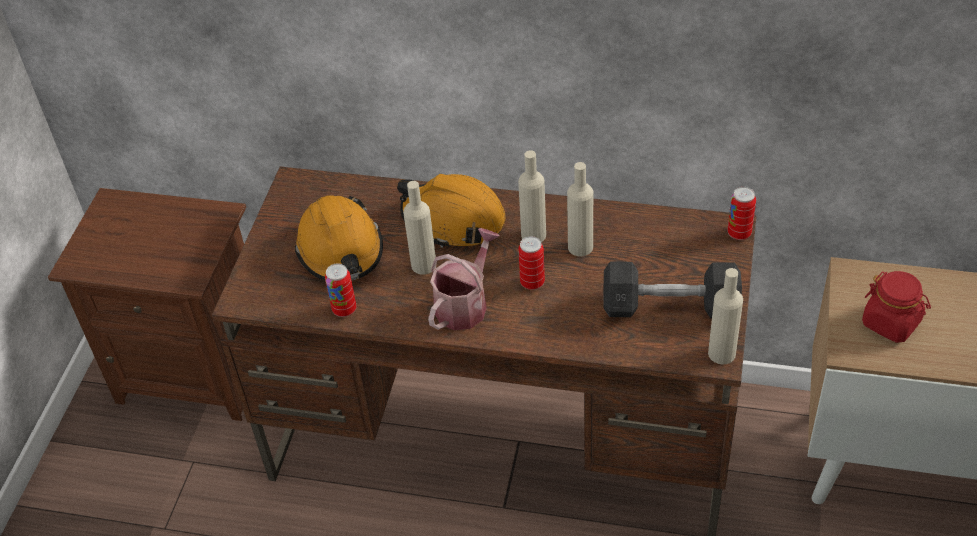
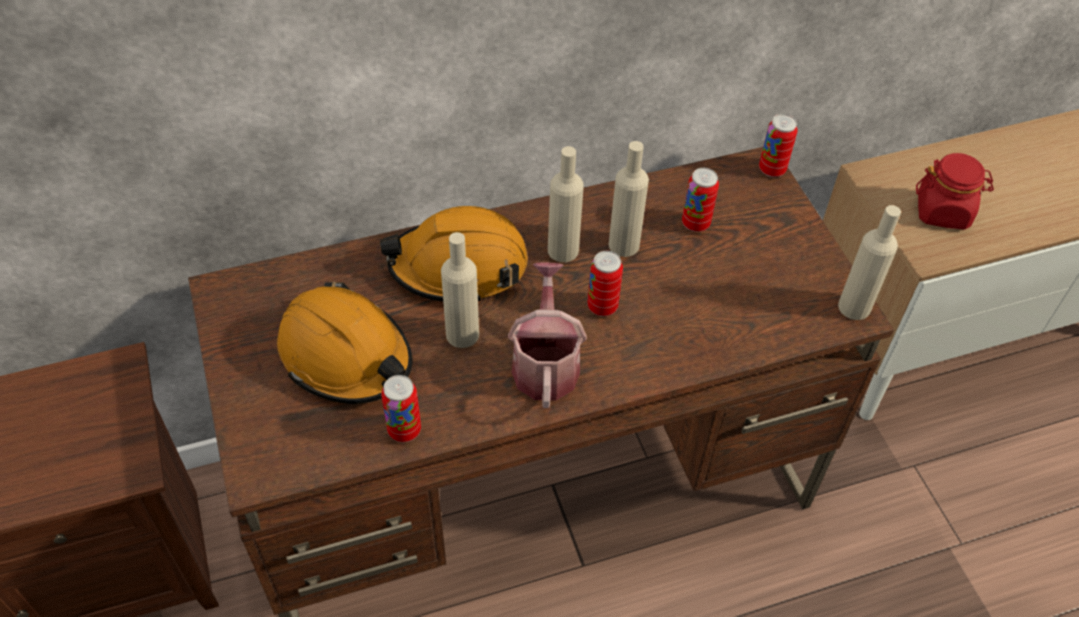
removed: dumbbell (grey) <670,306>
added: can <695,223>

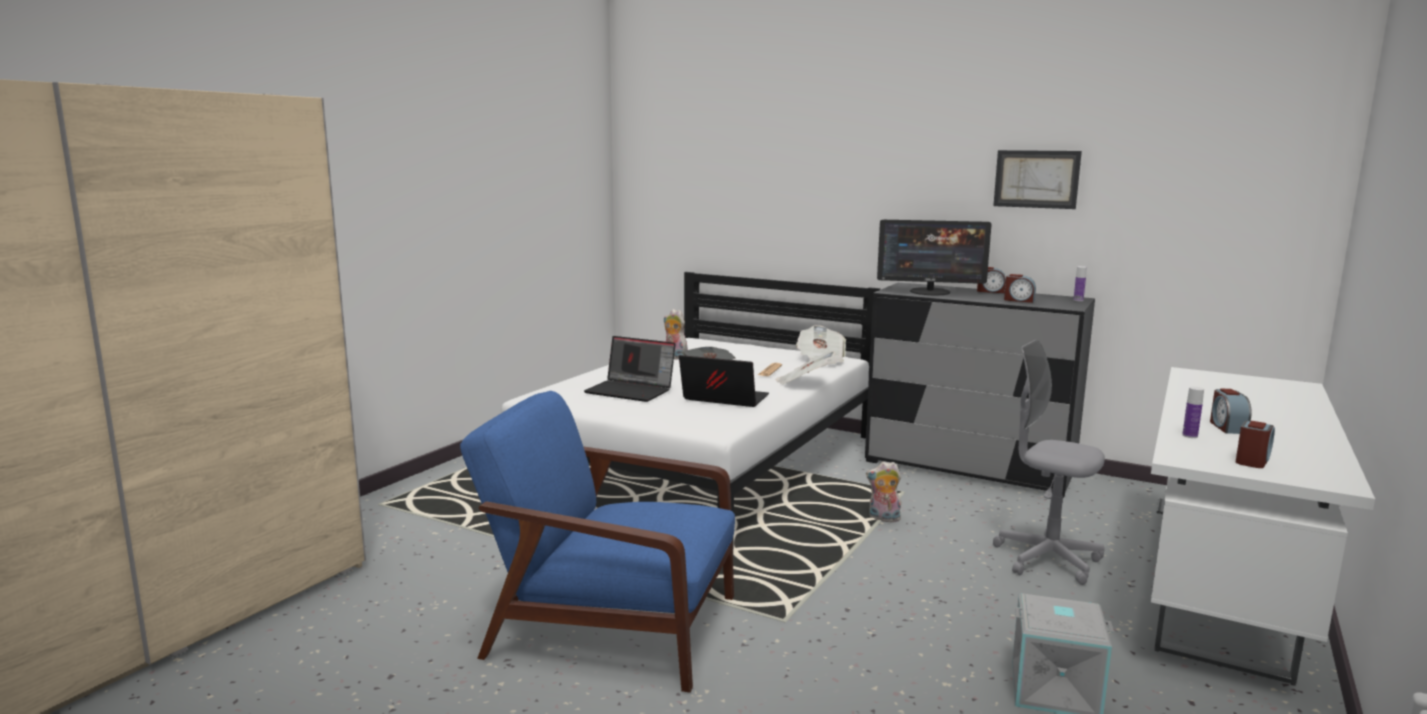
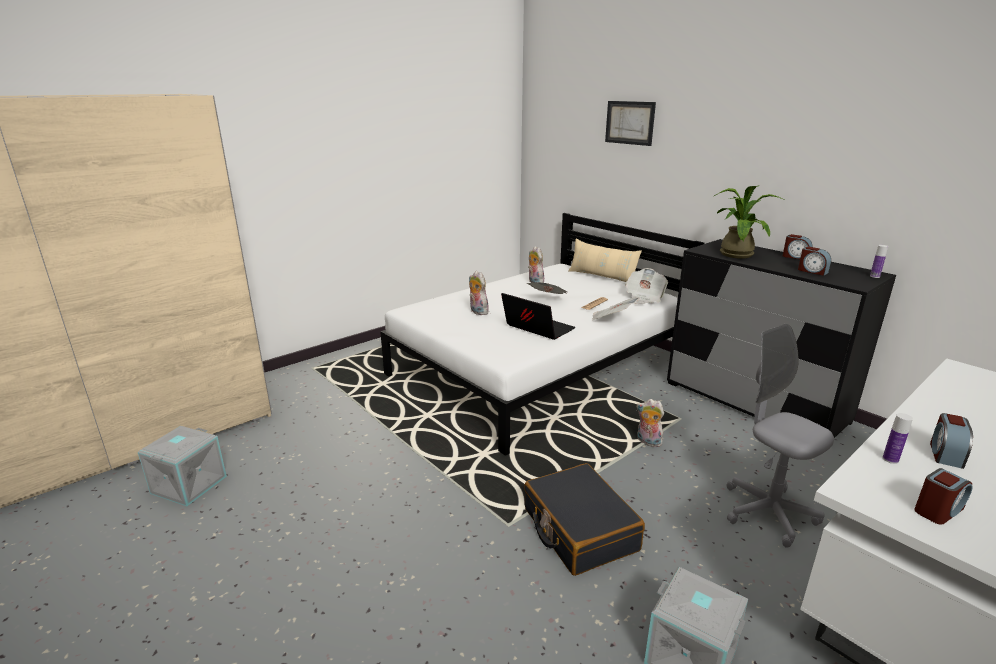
removed: easy chair (blue-coloured) <610,626>
added: storage box (grey) <188,484>; travel case (blackish) <579,529>; throw pillow (beige-coloured) <602,277>
moved: wall art <1036,179> to <629,122>
replaced: portable computer <631,391> to cuddly toy <477,312>; computer display <930,292> to plant in a pot <736,253>

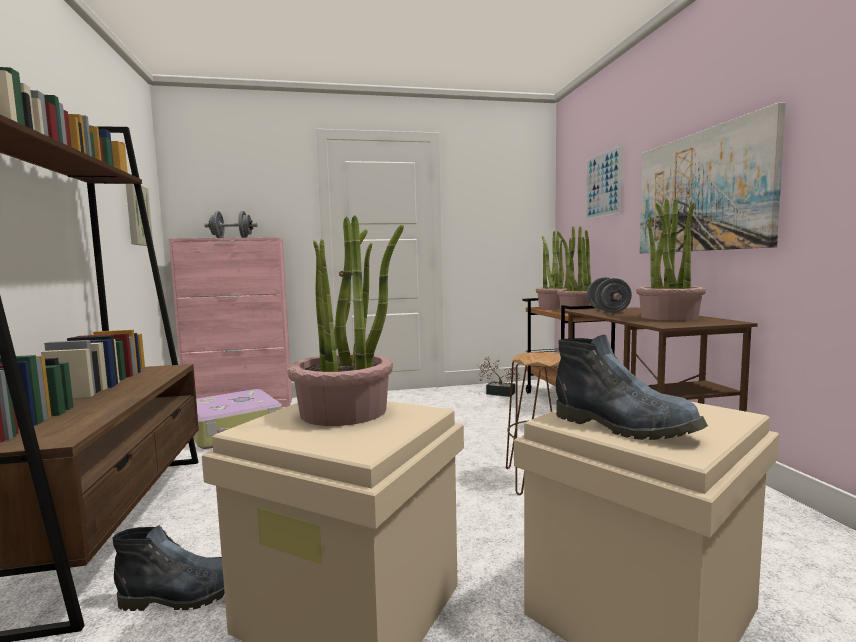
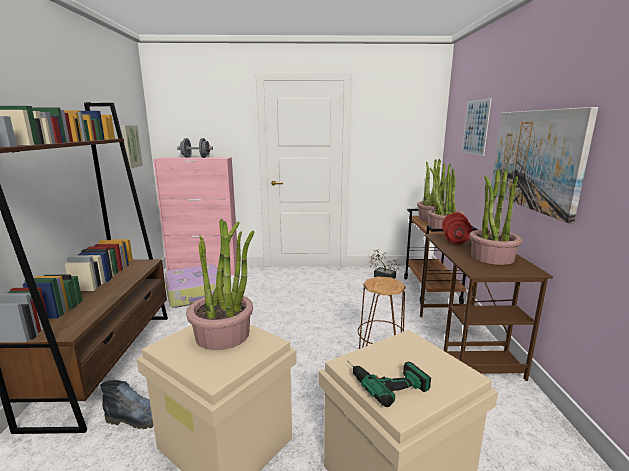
replaced: boot <626,427> to power drill <384,379>
recoloured: dumbbell (grey) <608,311> to dumbbell (reddish) <455,240>

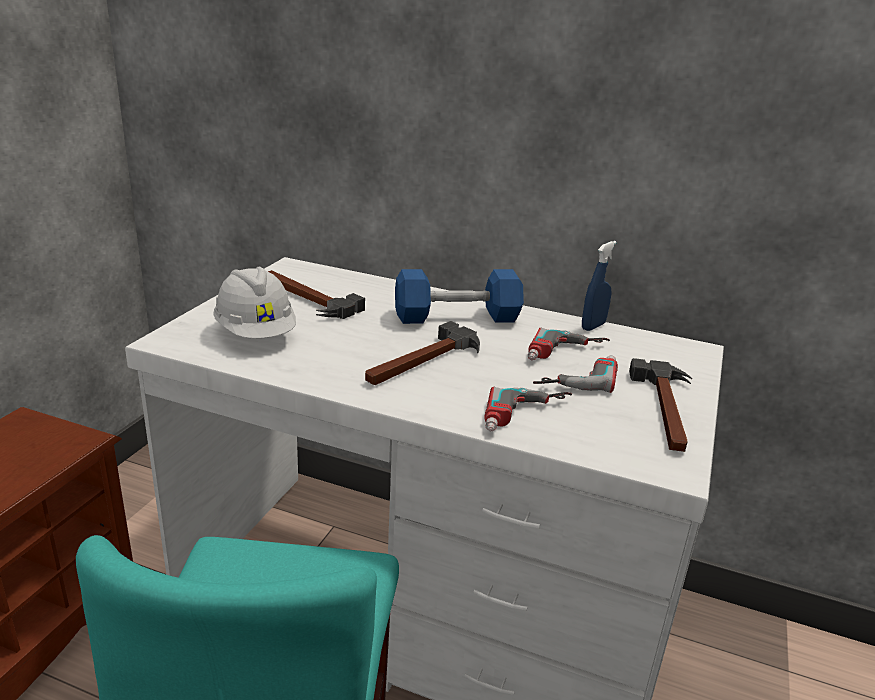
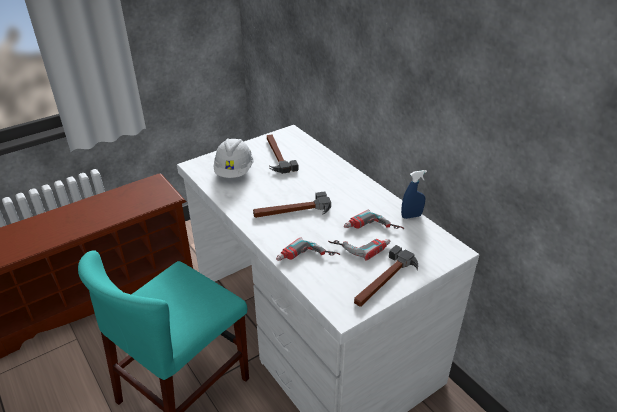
removed: dumbbell (blue-coloured) <457,317>

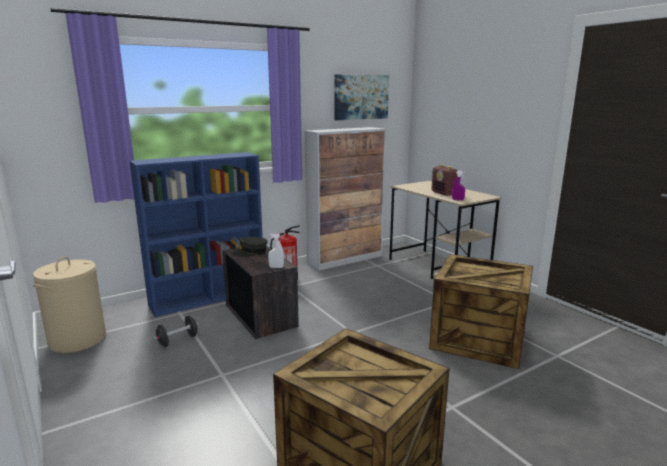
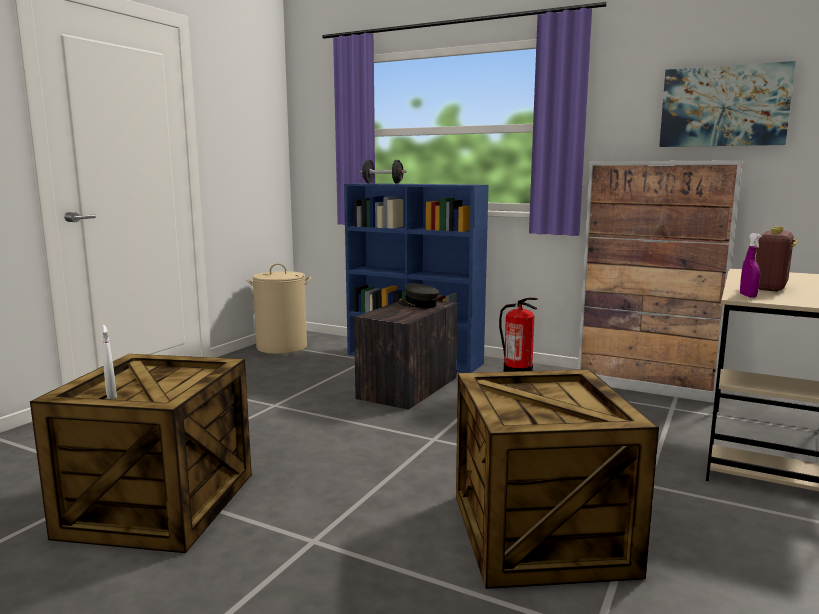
moved: dumbbell (blackish) <178,340> to <383,183>; hand sprayer (white) <276,267> to <111,396>

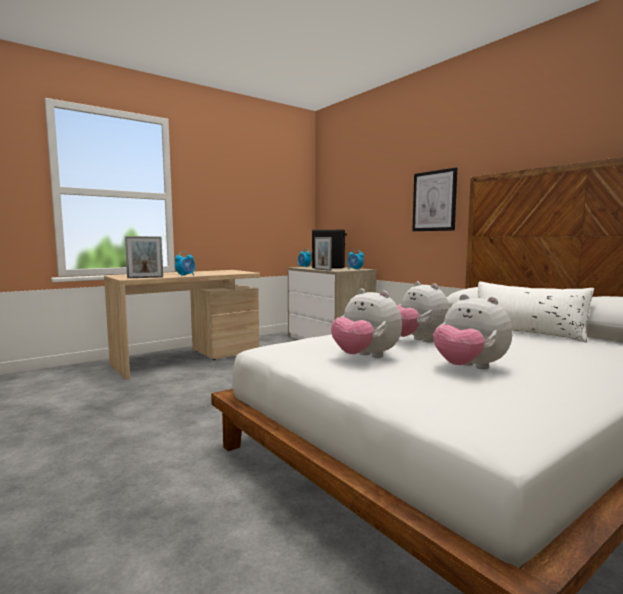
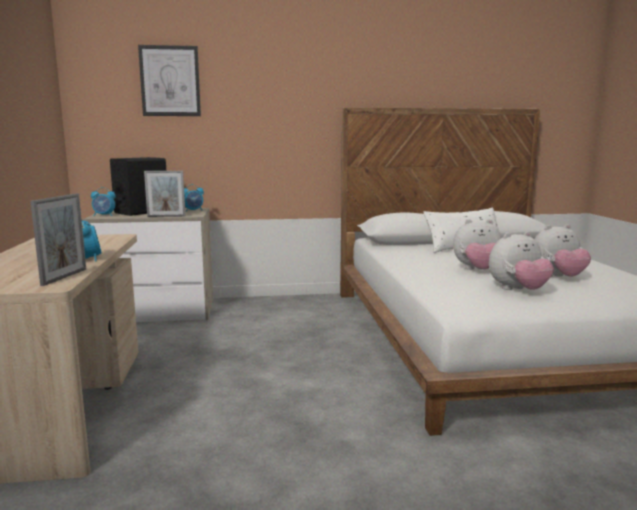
moved: wall art <434,201> to <170,81>

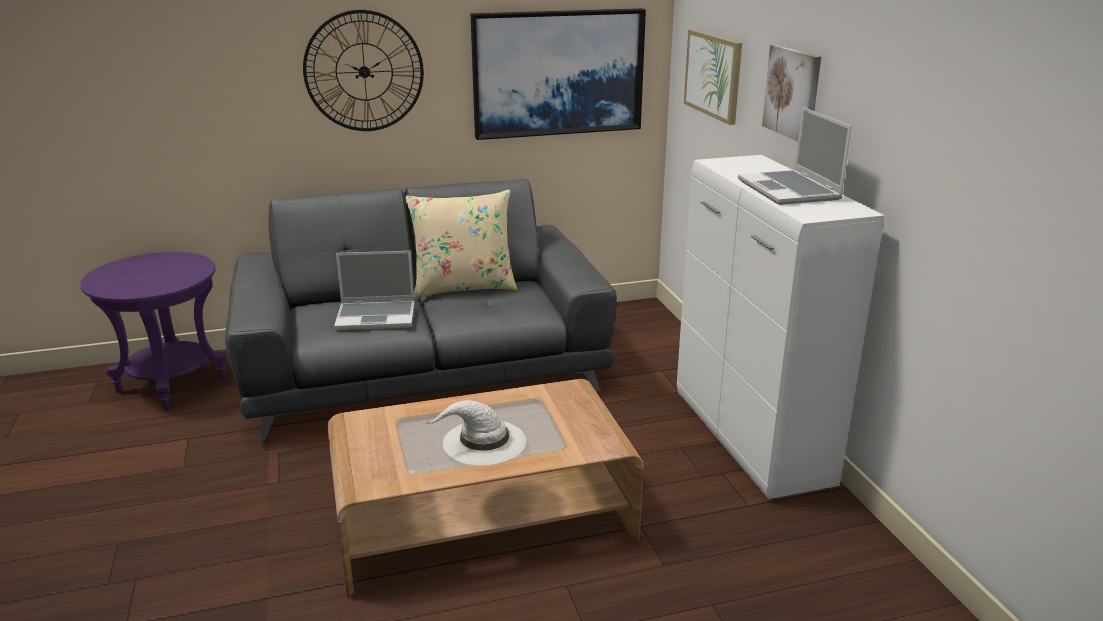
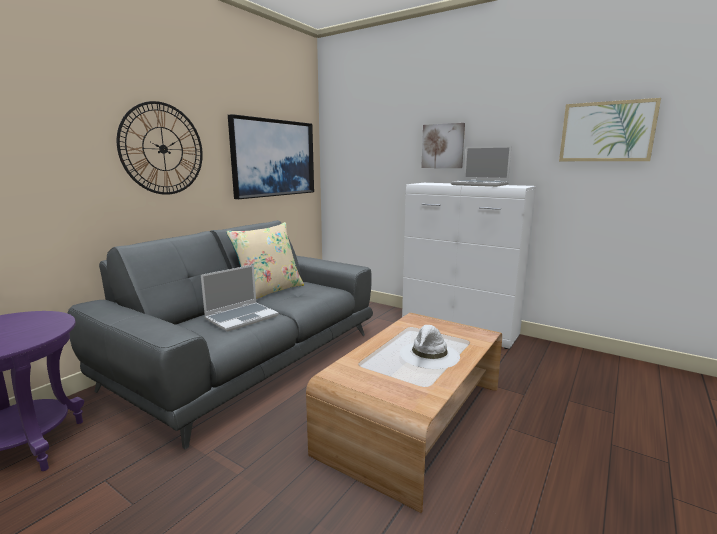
moved: wall art <713,75> to <606,132>

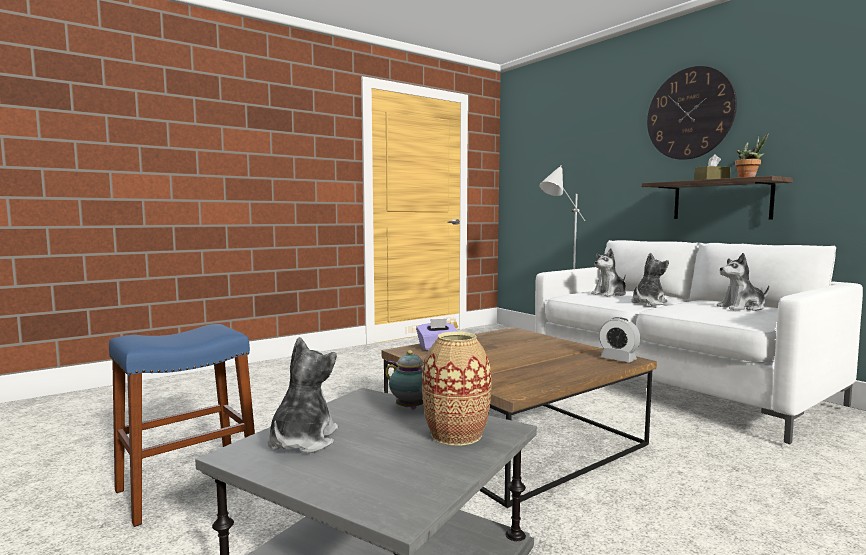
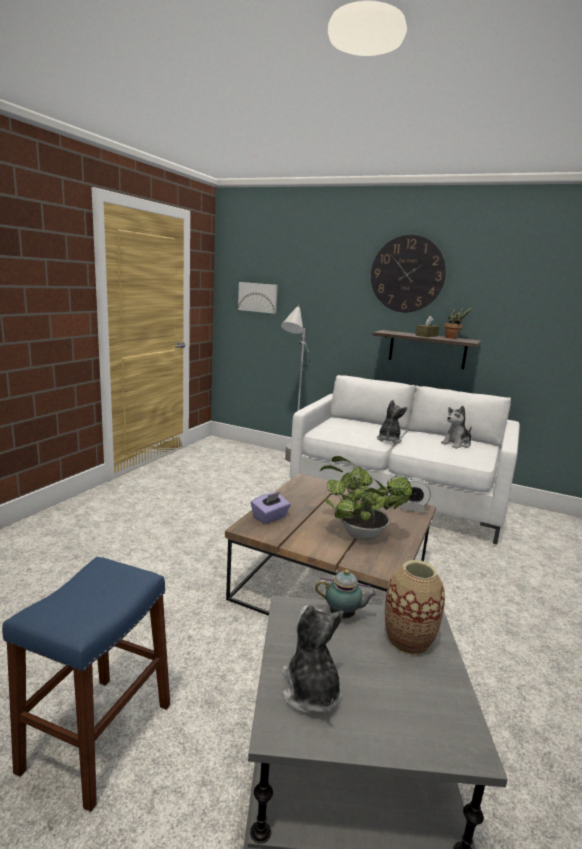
removed: cuddly toy <610,294>
added: wall art <258,297>; plant in a pot <358,533>

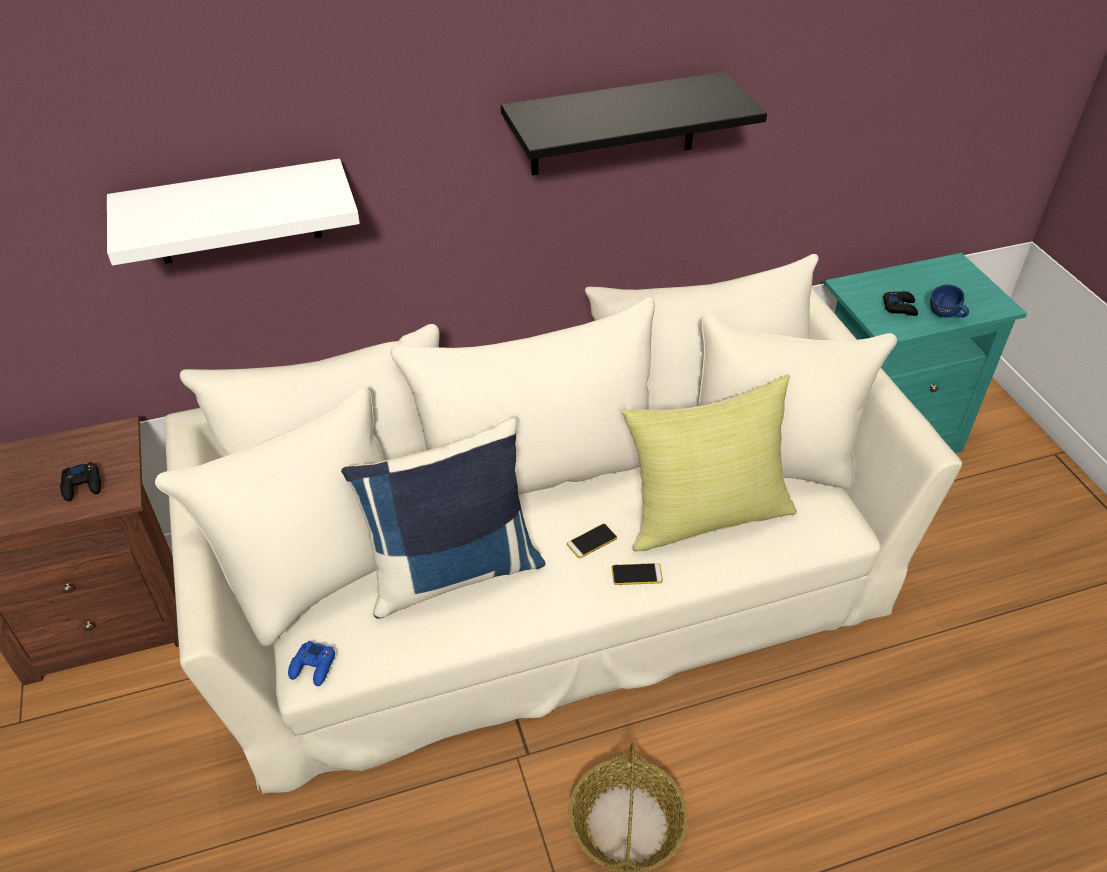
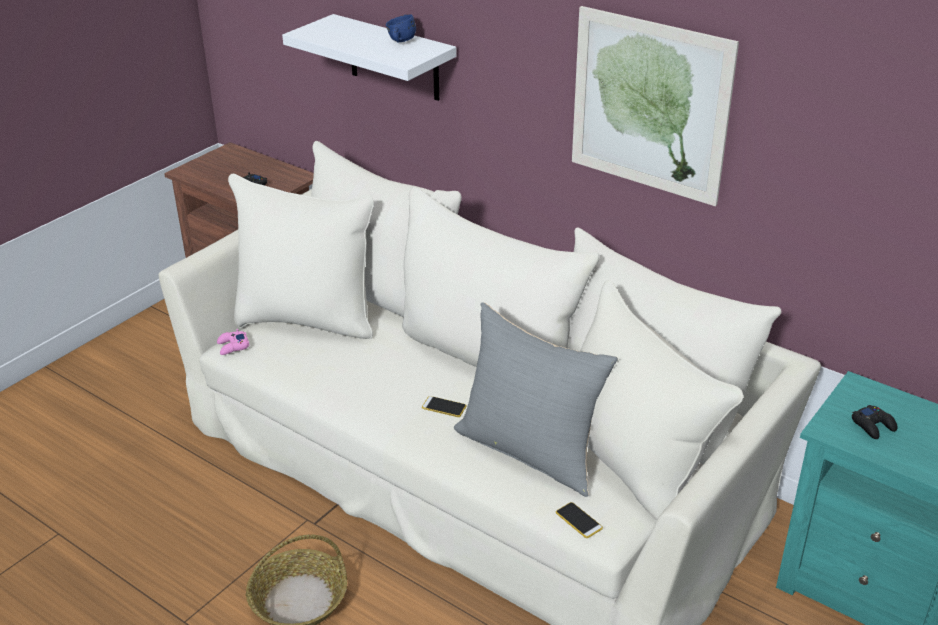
removed: throw pillow (blue-coloured) <453,570>
moved: telephone <636,574> to <578,520>; mug (blue-coloured) <945,316> to <399,42>
replaced: bracket shelf (blackish) <613,125> to wall art <649,105>
recoloured: joypad (blue-coloured) <313,667> to joypad (pink) <233,346>; throw pillow (yellowish) <706,515> to throw pillow (grey) <531,450>

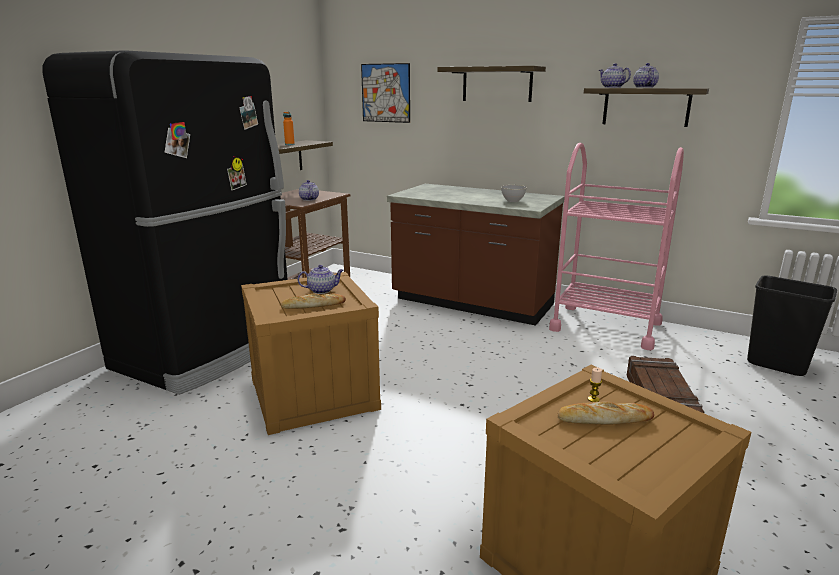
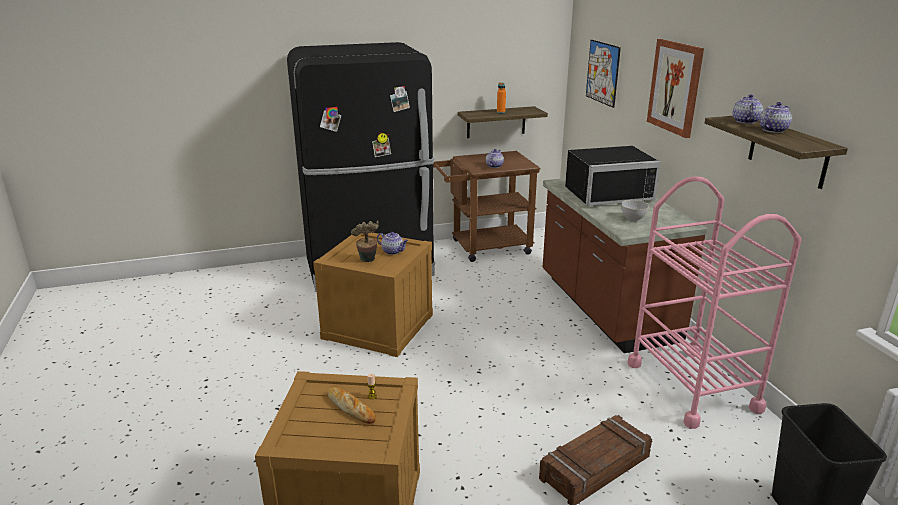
added: microwave oven (blackish) <606,193>
replaced: baked bread <313,305> to plant in a pot <367,261>; bracket shelf <497,84> to wall art <675,87>

